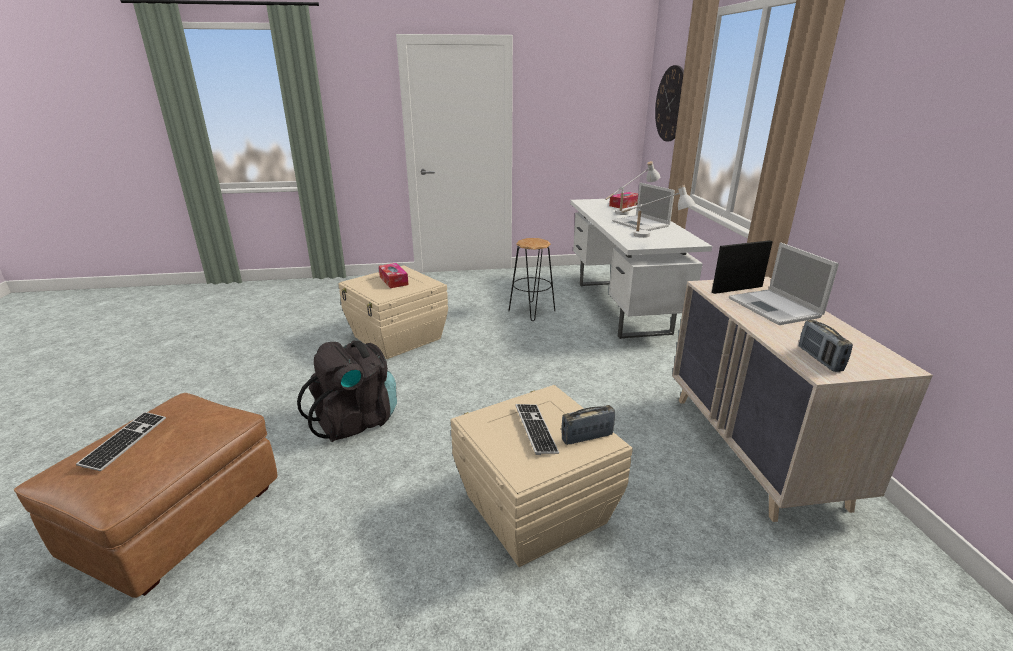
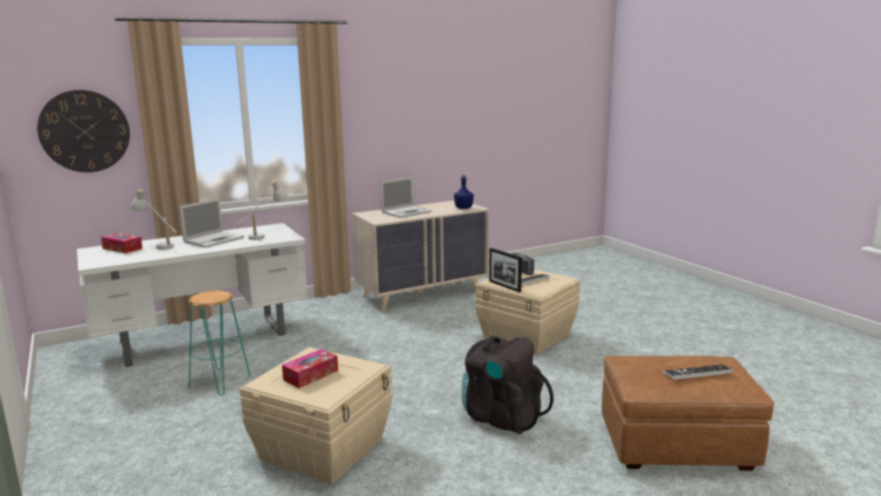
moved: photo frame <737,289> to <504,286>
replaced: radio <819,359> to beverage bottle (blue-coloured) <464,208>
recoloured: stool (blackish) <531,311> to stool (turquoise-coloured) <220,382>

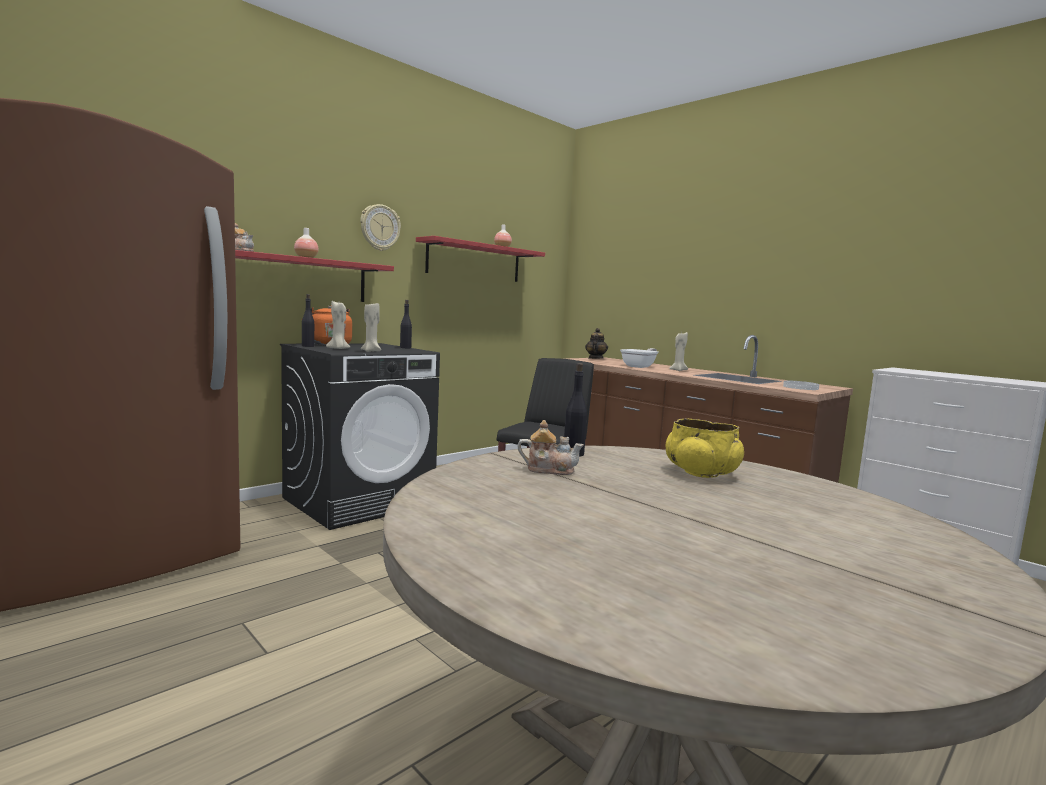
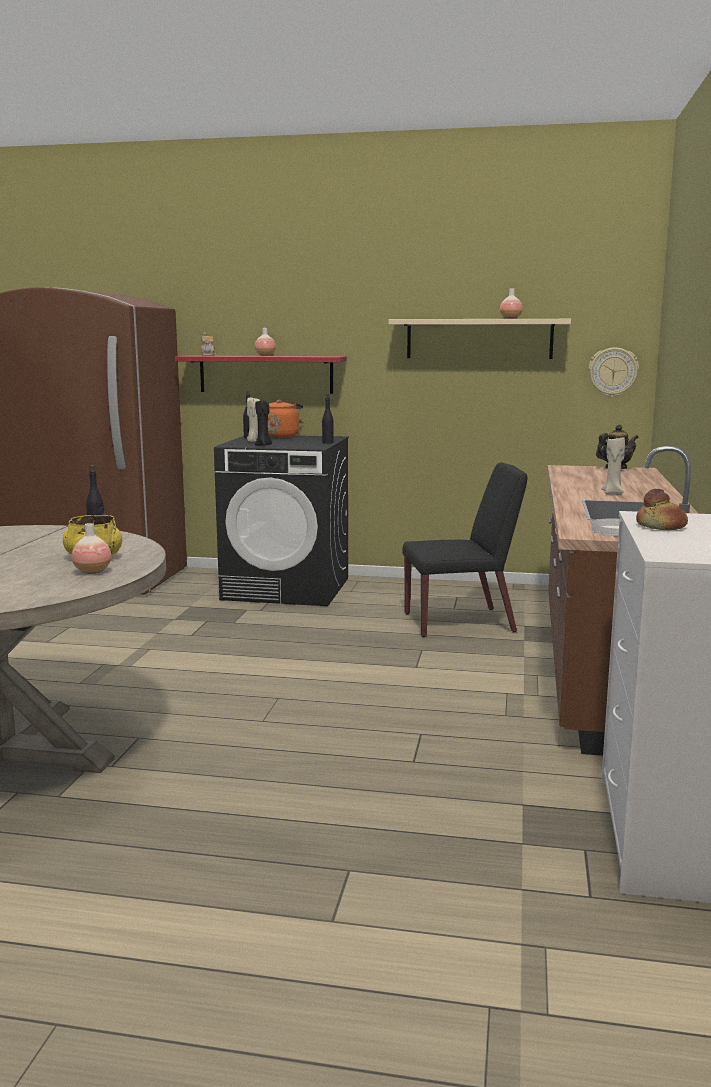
removed: teapot <549,470>; skillet <640,366>
added: flower vase <92,571>; baked bread <661,526>
moved: hanging clock <380,227> to <613,372>
recoloured: wax candle (beige-coloured) <371,351> to wax candle (blackish) <263,445>; bracket shelf (reddish) <474,261> to bracket shelf (beige-coloured) <479,339>

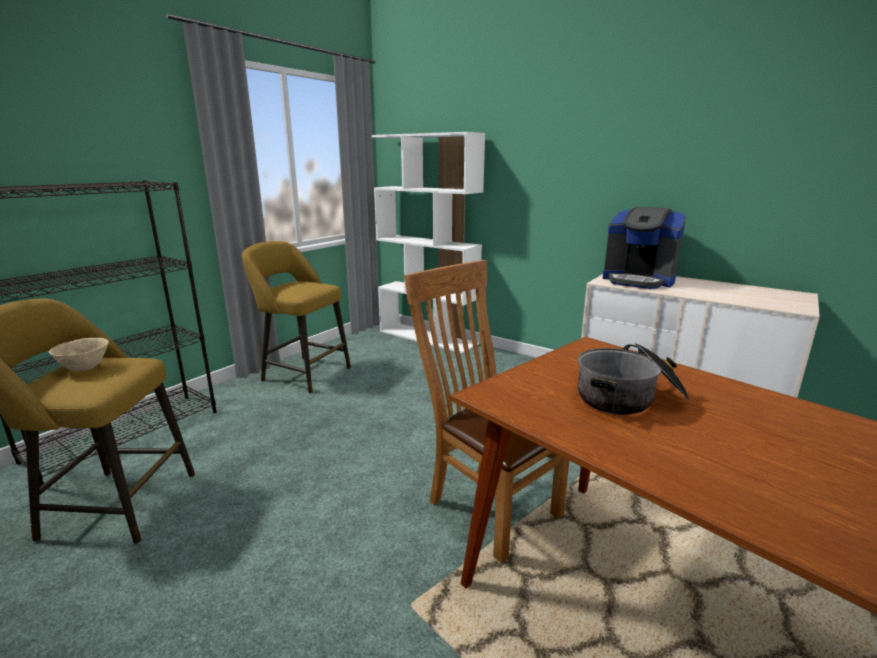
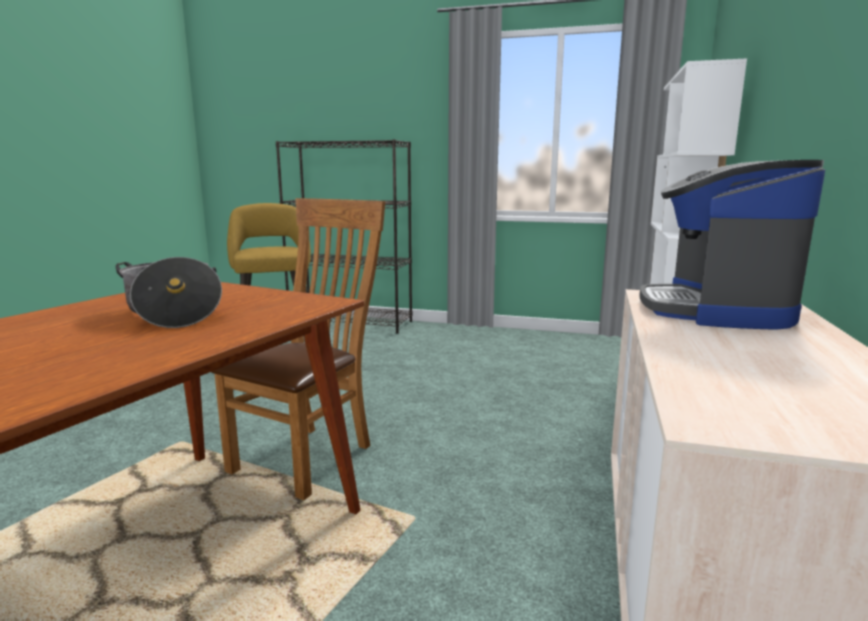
removed: serving bowl (beige-coloured) <85,368>; stool (yellowish) <303,374>

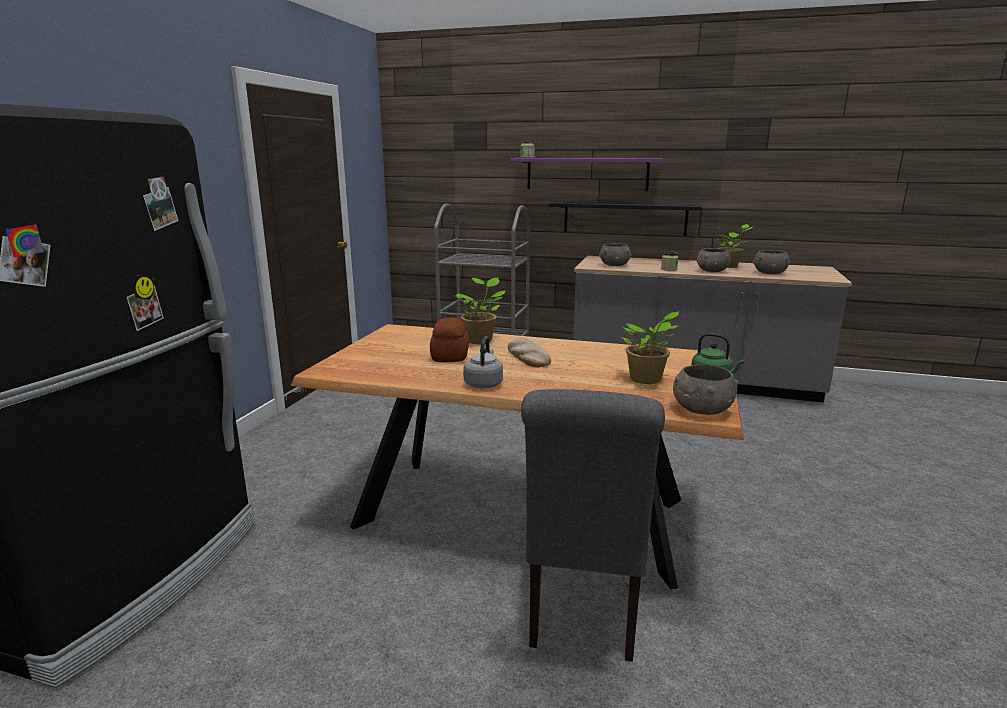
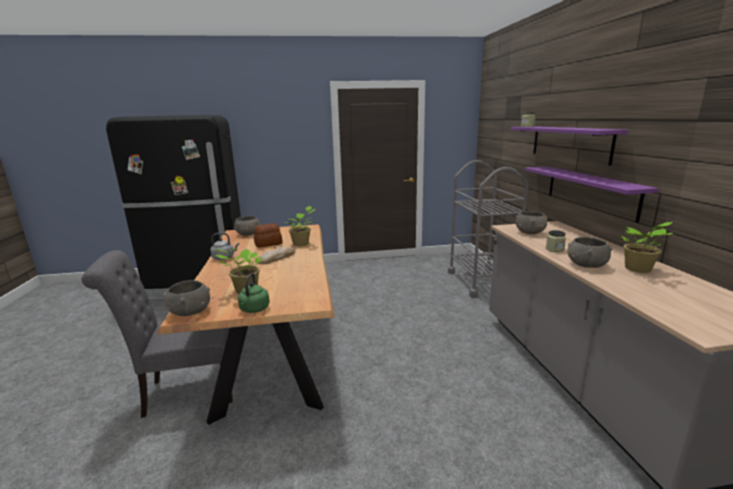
moved: serving bowl (grey) <769,273> to <248,234>
recoloured: bracket shelf (blackish) <624,218> to bracket shelf (purple-coloured) <590,191>

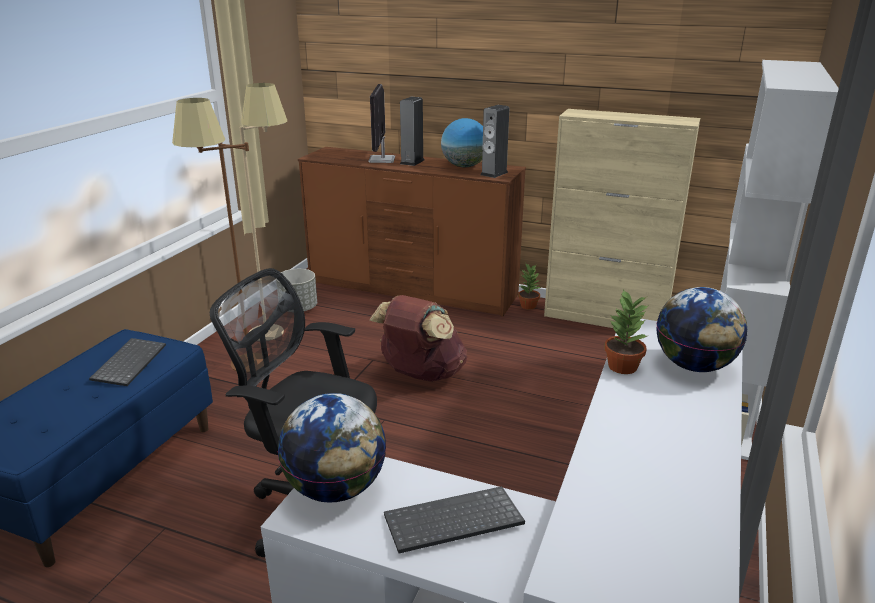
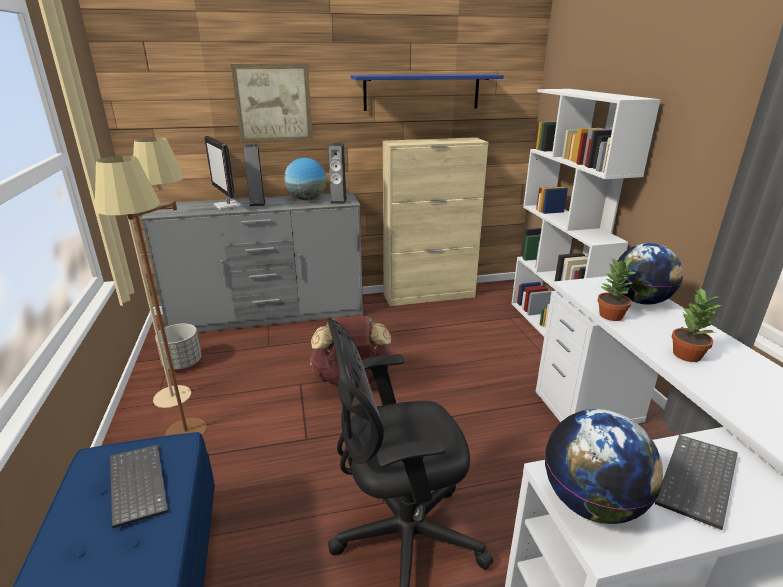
added: wall art <273,103>; bracket shelf (blue-coloured) <422,92>
moved: plant in a pot <528,305> to <686,354>
recoloured: drawer chest (brown) <412,289> to drawer chest (grey) <269,315>

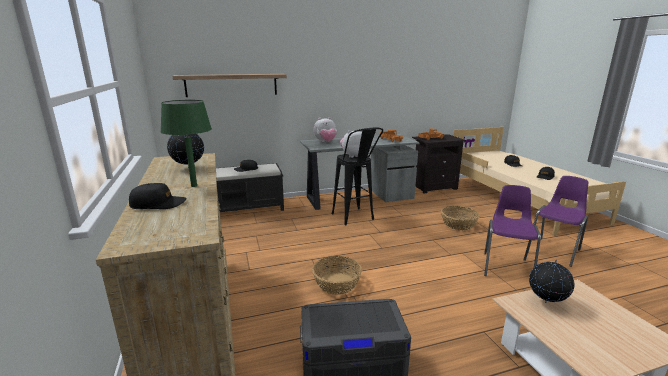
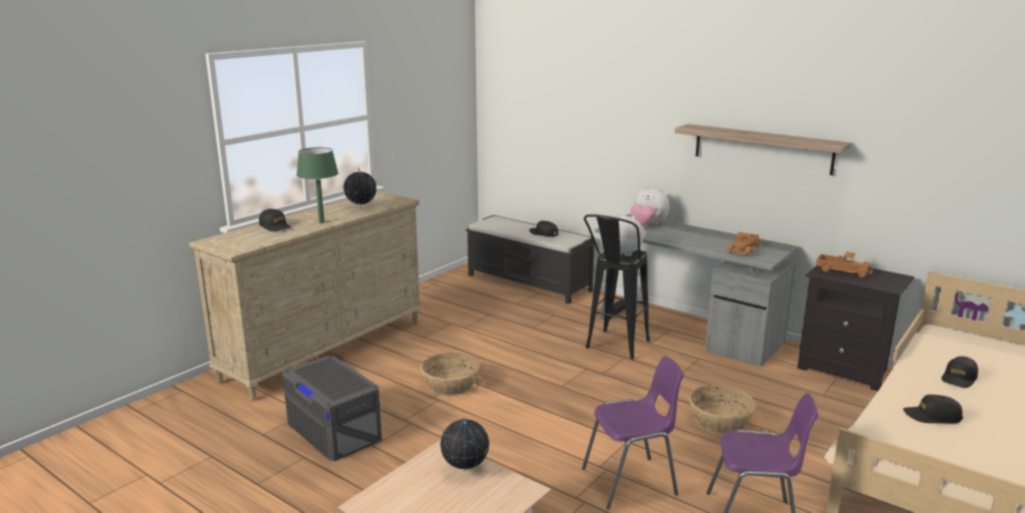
moved: bracket shelf <231,85> to <762,149>

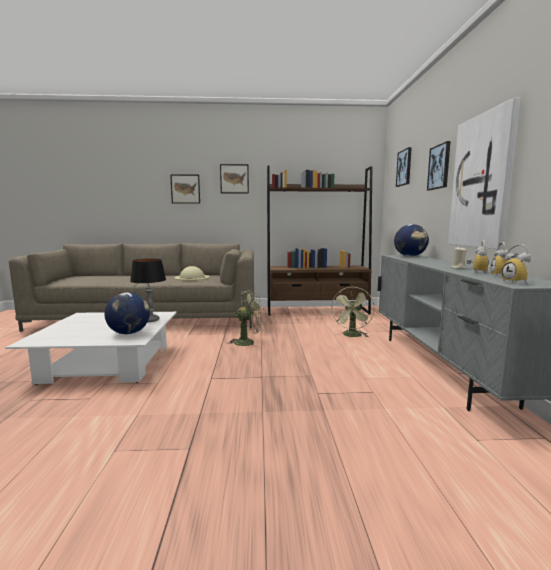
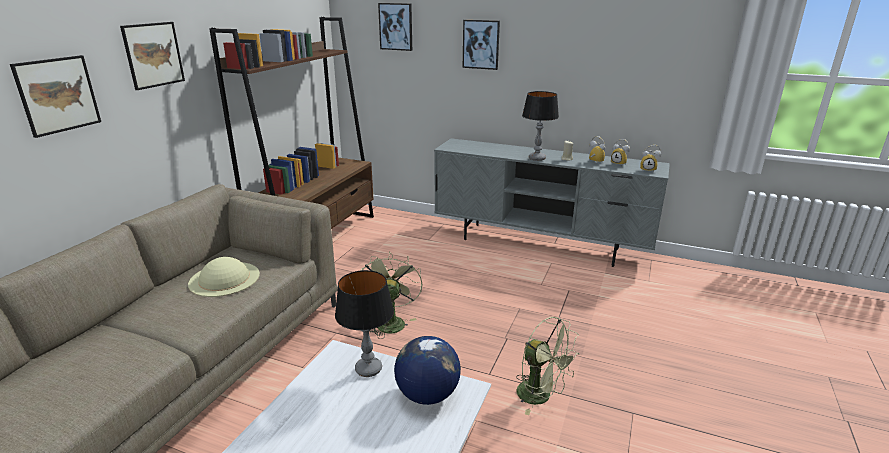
removed: globe <410,256>; wall art <482,181>
added: lamp for a table <537,158>
moved: electric fan (greenish) <352,336> to <541,396>

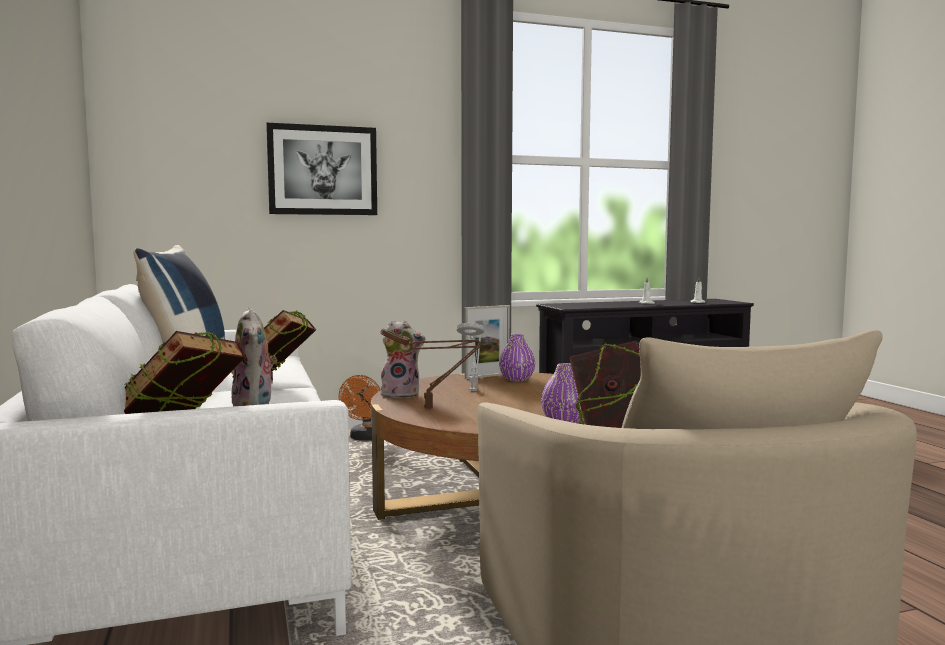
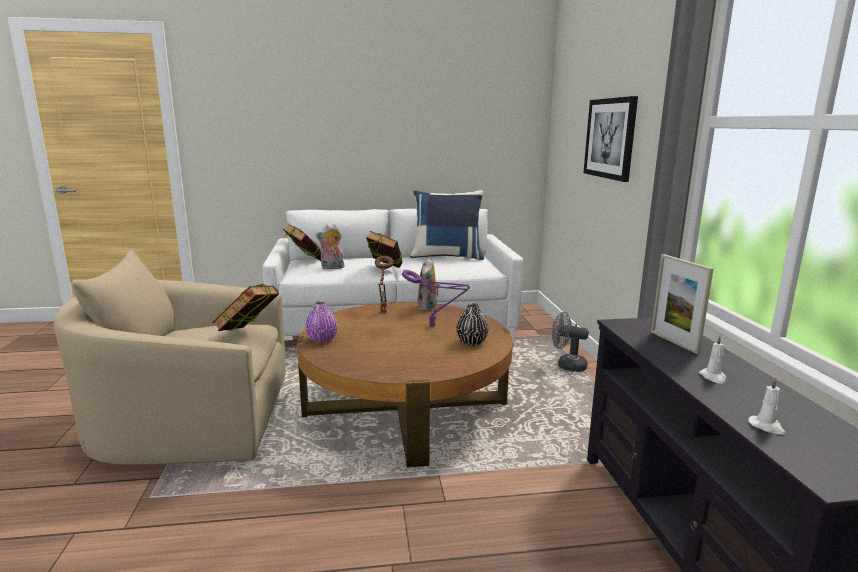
moved: photo frame <487,376> to <674,342>
recoloured: electric fan (orange) <365,438> to electric fan (grey) <567,365>; lamp for a table (grey) <473,390> to lamp for a table (purple-coloured) <434,326>; flower vase (purple-coloured) <517,379> to flower vase (blackish) <471,342>

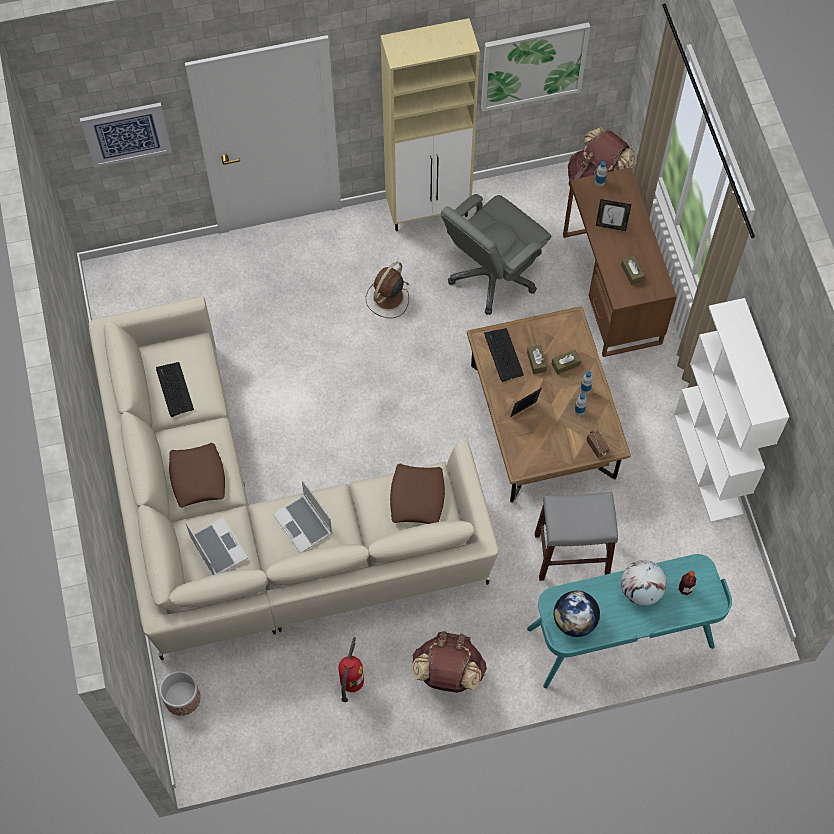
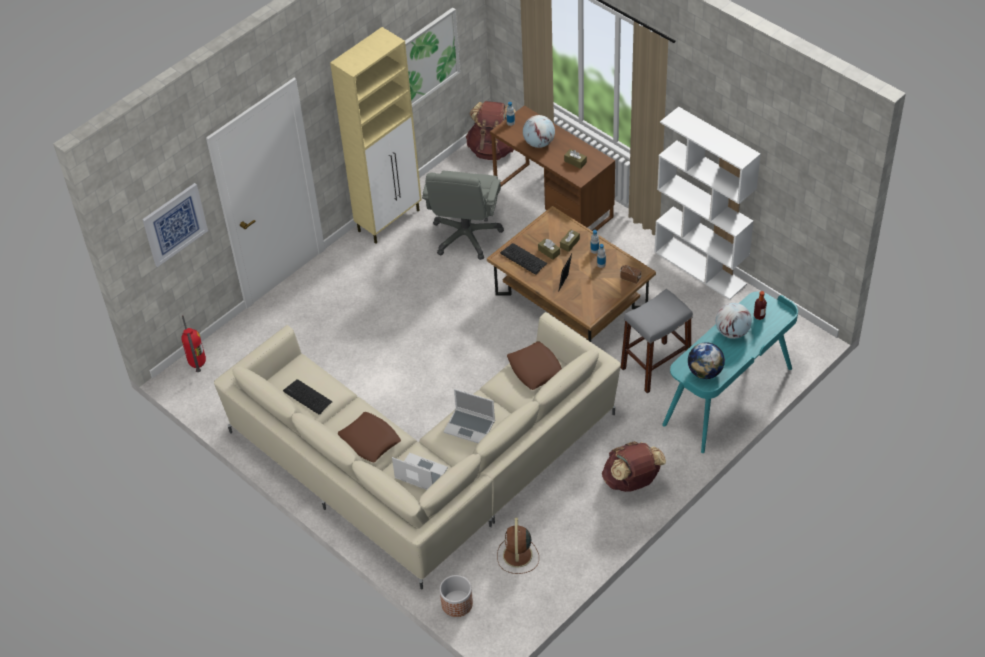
moved: fire extinguisher <351,683> to <197,364>; electric fan (brown) <387,298> to <517,556>
replaced: photo frame <611,226> to globe <539,143>

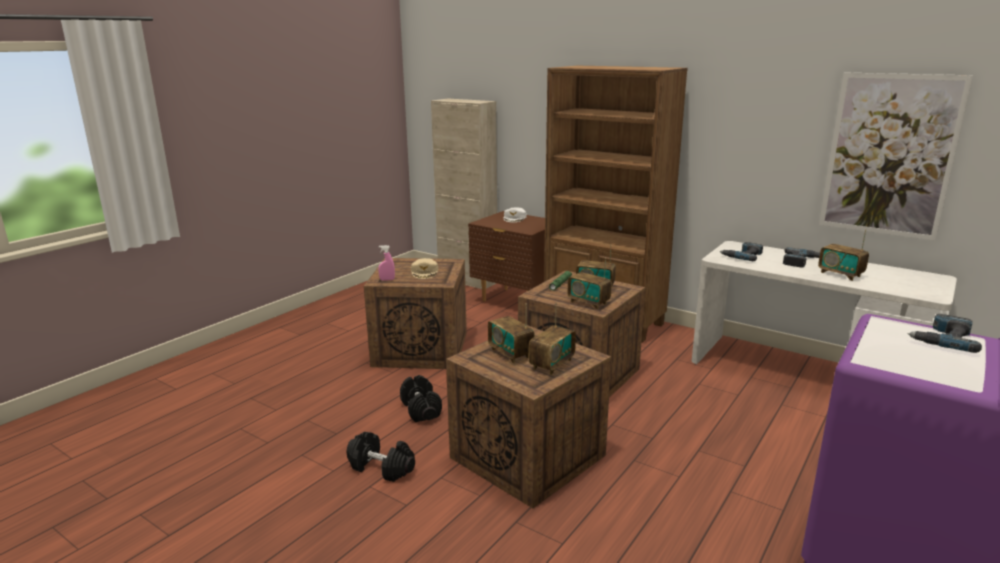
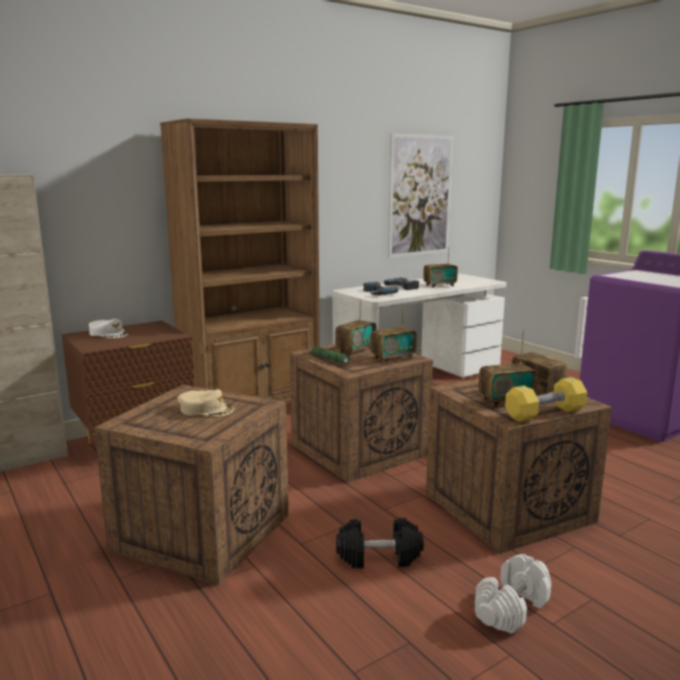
removed: hand sprayer (pink) <387,280>; power drill <943,339>
added: dumbbell (yellowish) <545,413>
recoloured: dumbbell (blackish) <382,467> to dumbbell (white) <511,608>

